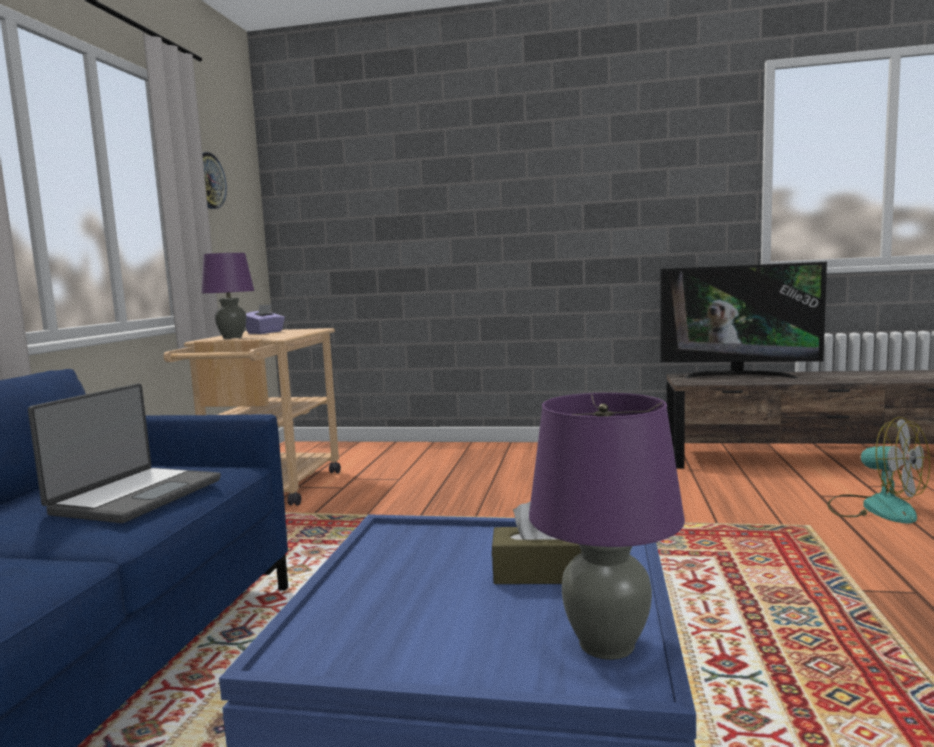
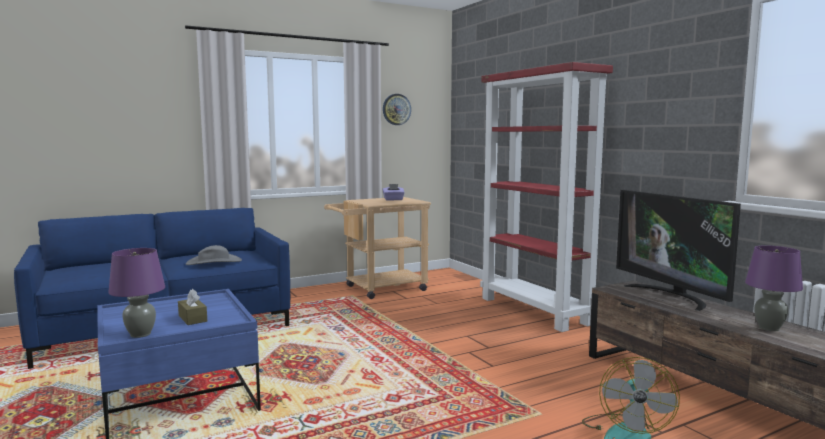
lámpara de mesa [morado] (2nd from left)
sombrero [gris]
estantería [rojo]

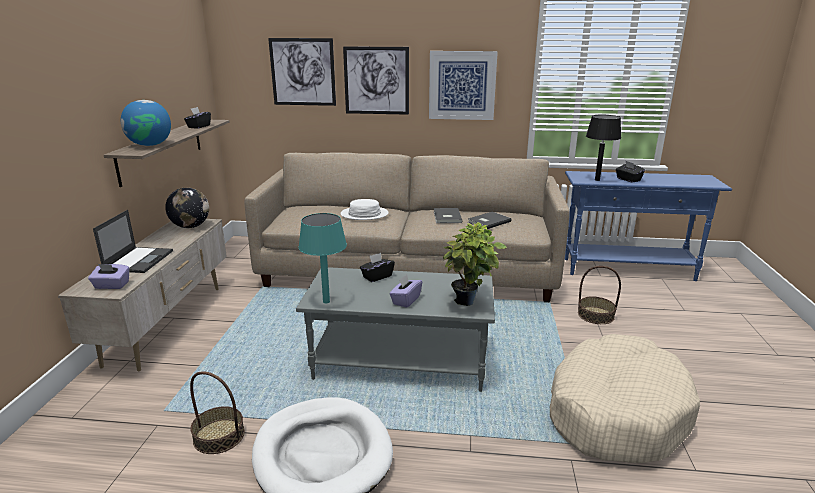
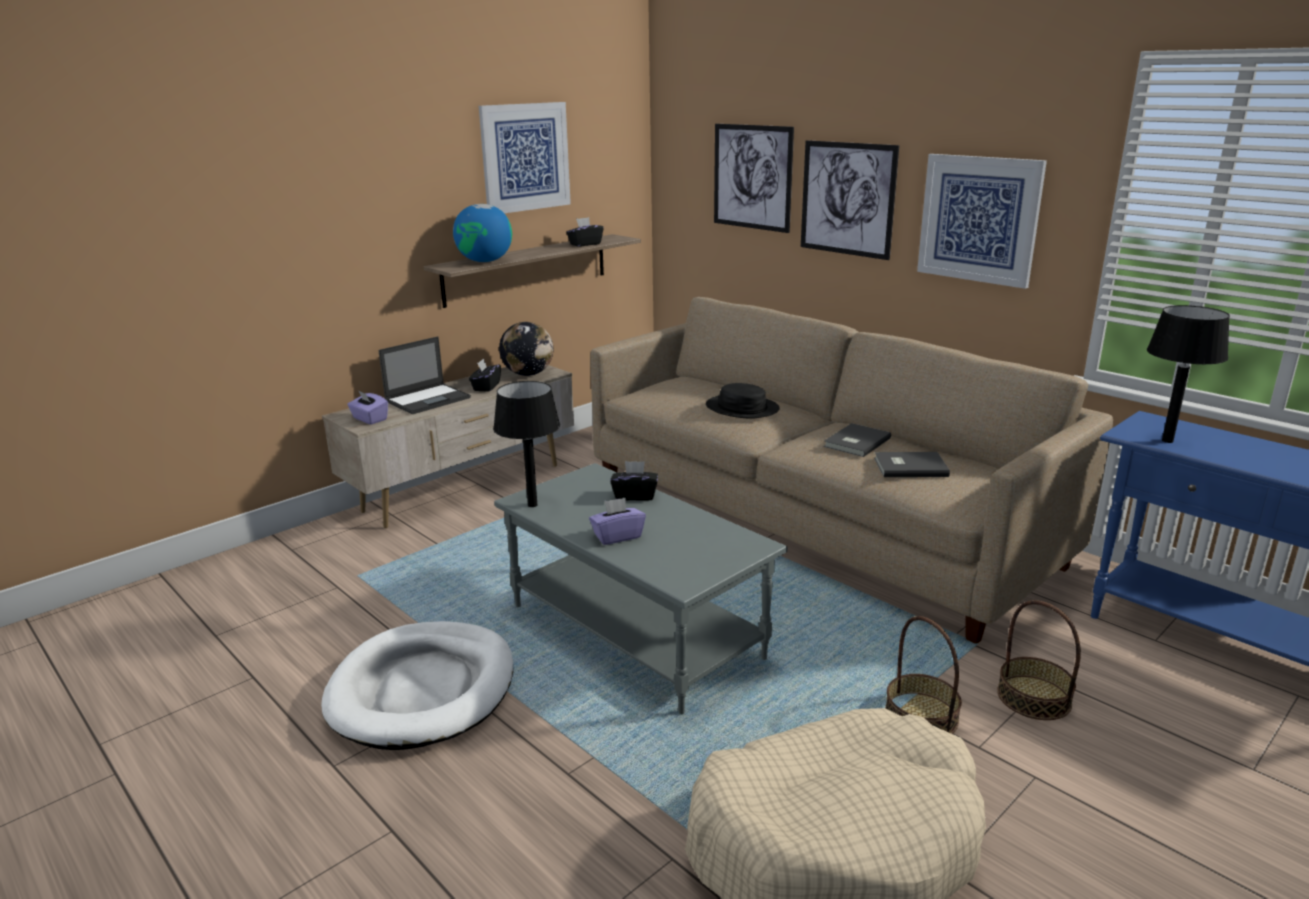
caja de pañuelos [negro] (1st from left)
sombrero [negro]
lámpara de mesa [negro] (1st from left)
planta en maceta
cesta (1st from left)
cuadro (1st from left)

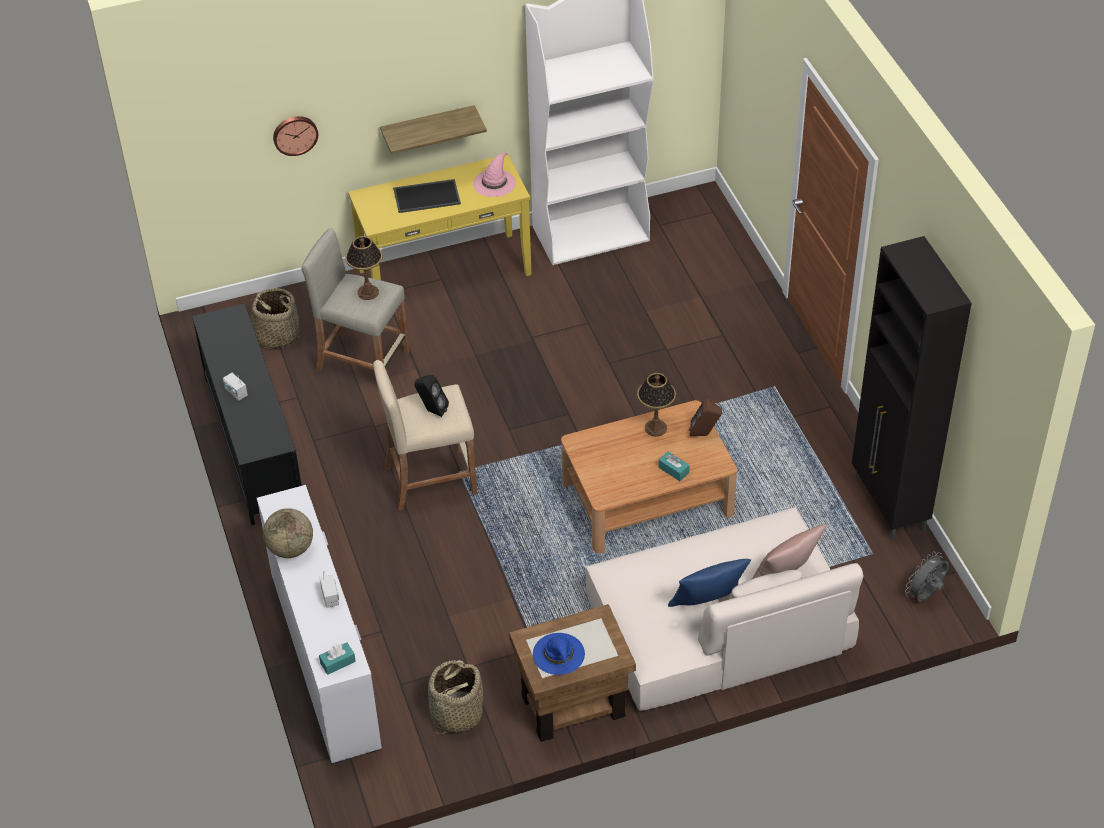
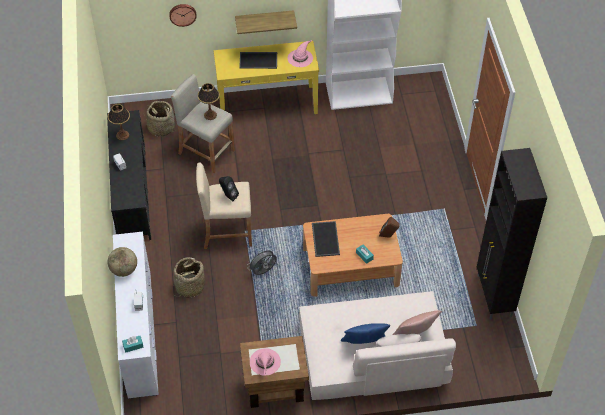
lámpara de mesa (1st from left)
ventilador [gris]
sombrero [rosa] (1st from left)
cesta (2nd from left)
bandeja (2nd from left)

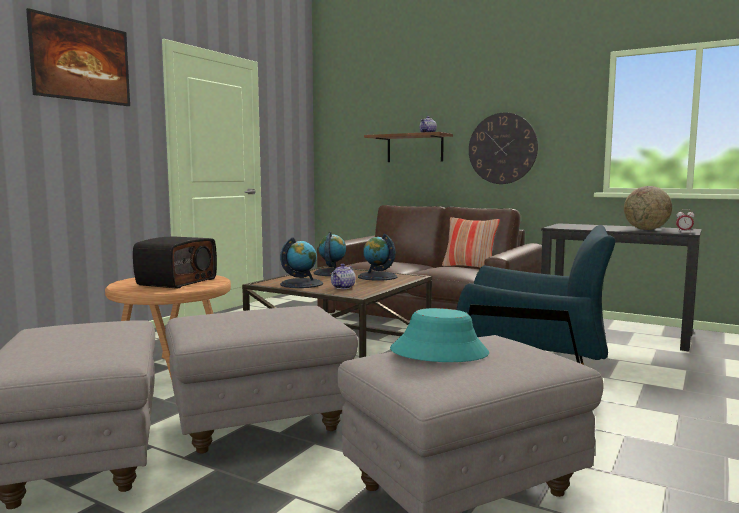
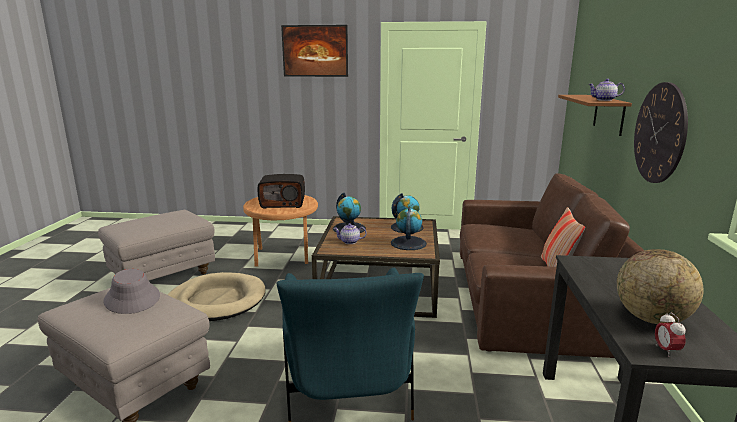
cama para perro [beis]
sombrero [gris]

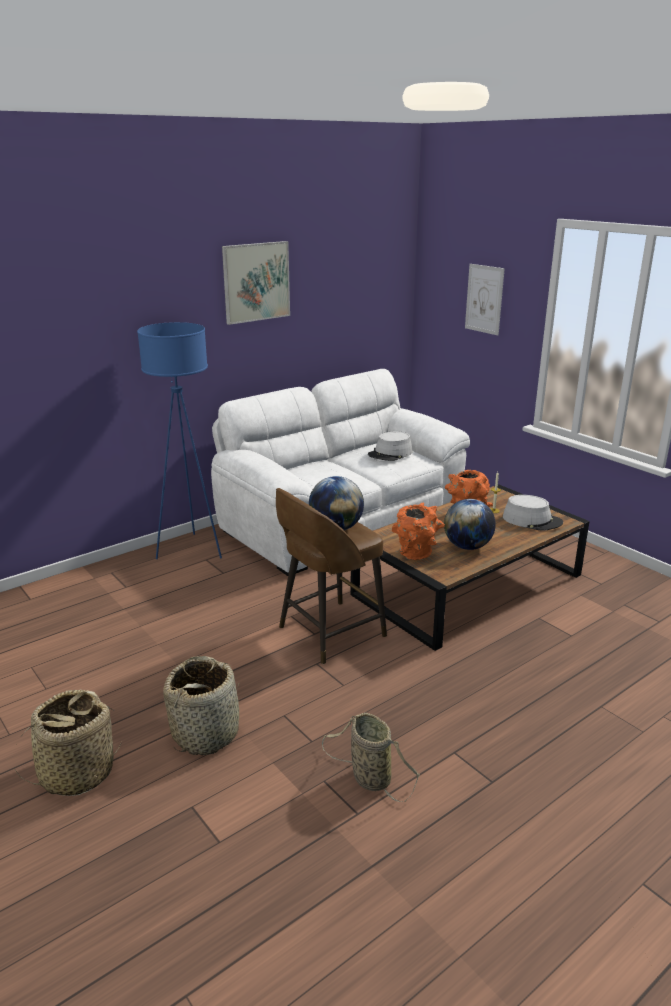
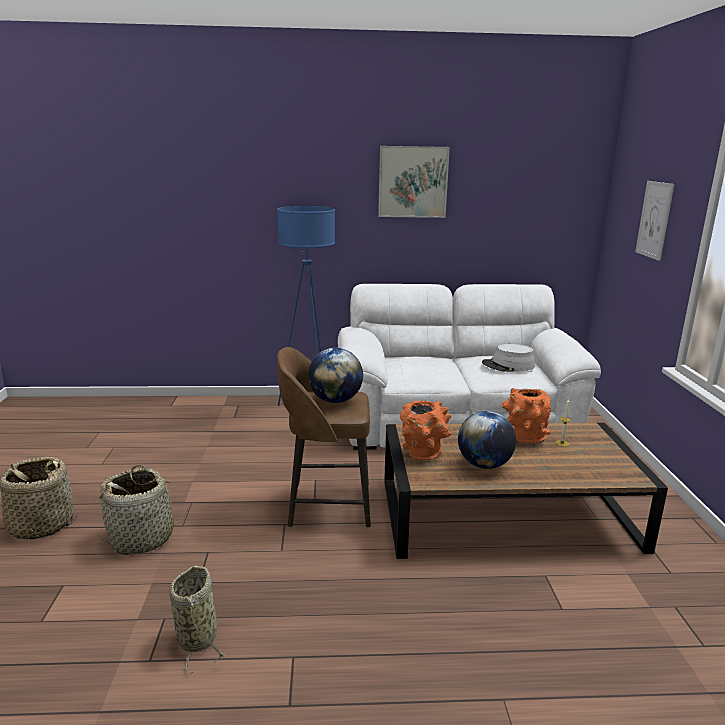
sombrero [gris] (2nd from left in the first image)

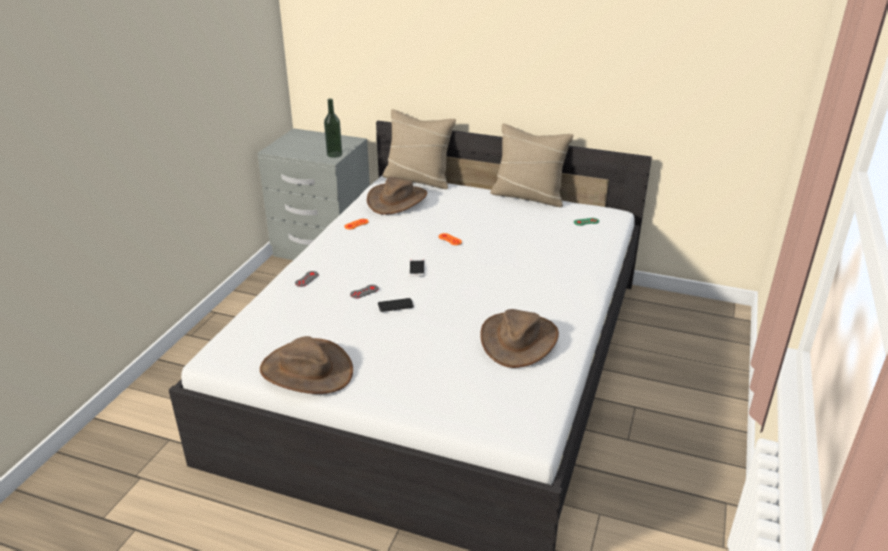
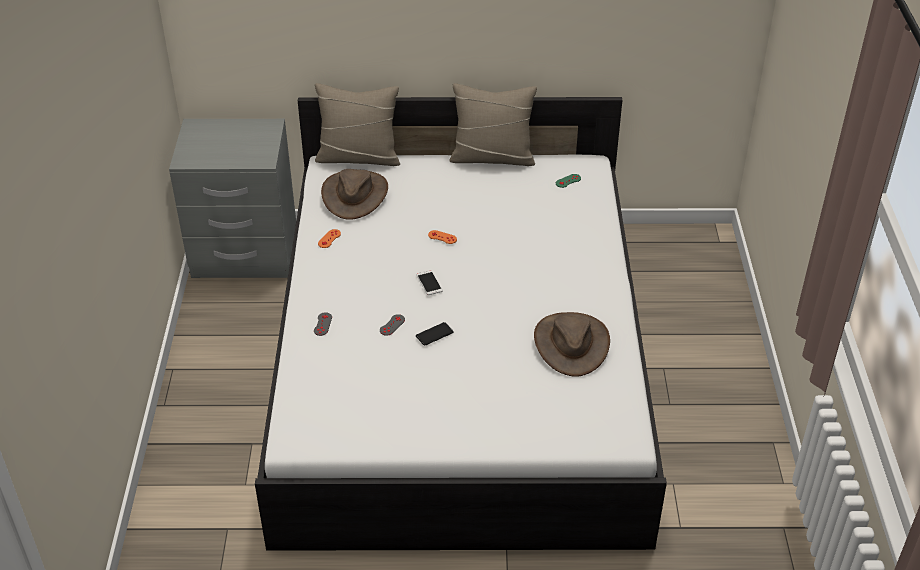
botella
sombrero [marrón] (1st from left in the first image)

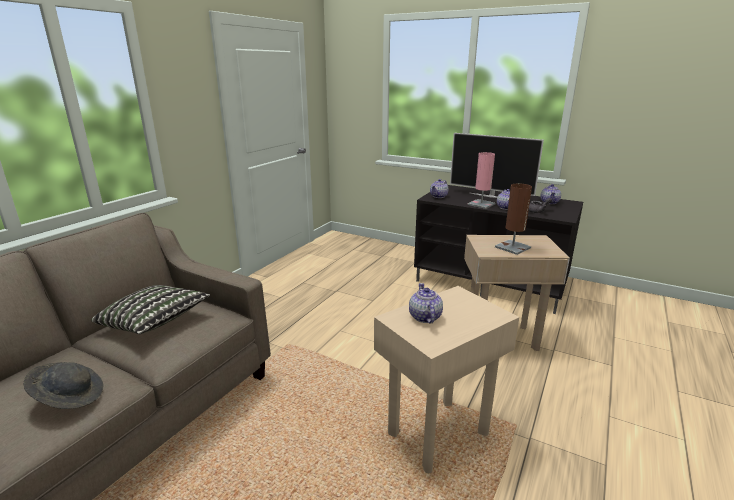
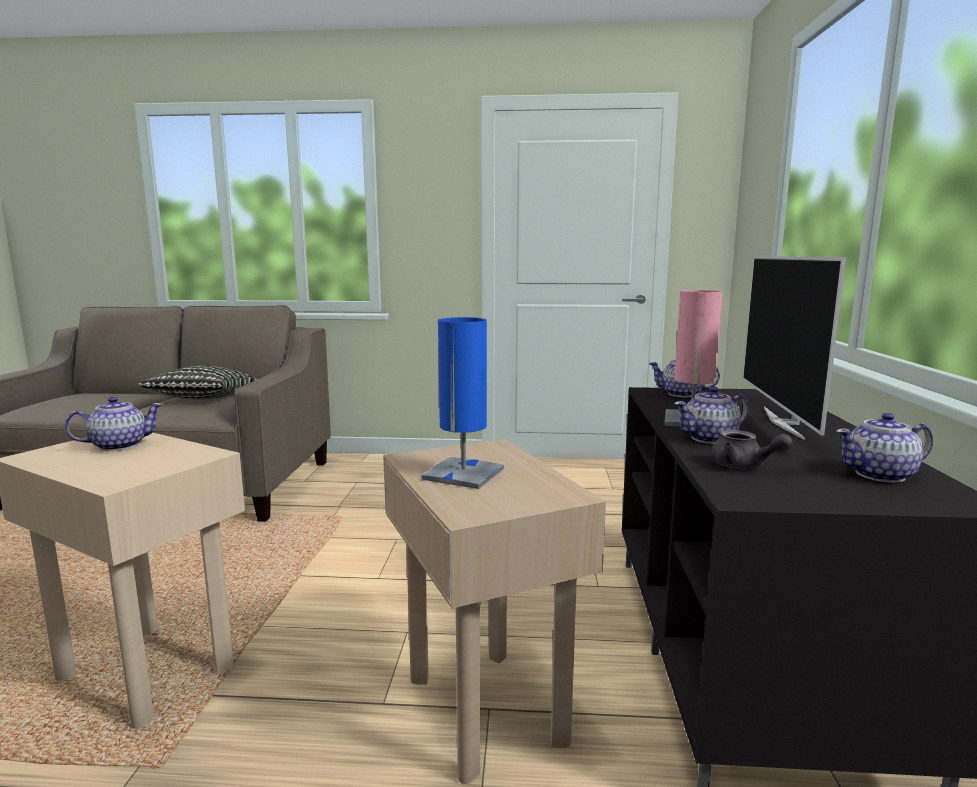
lámpara de mesa [azul]
sombrero [gris]

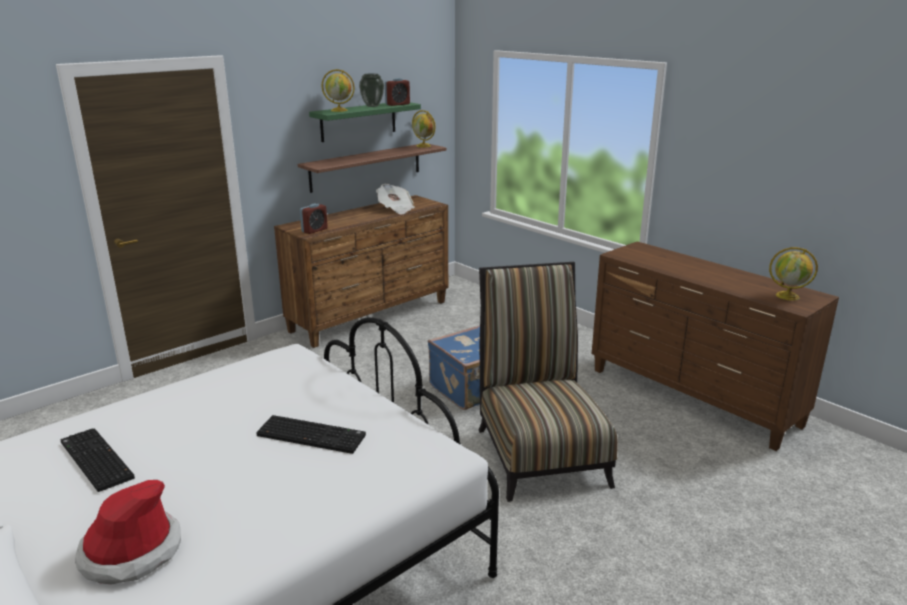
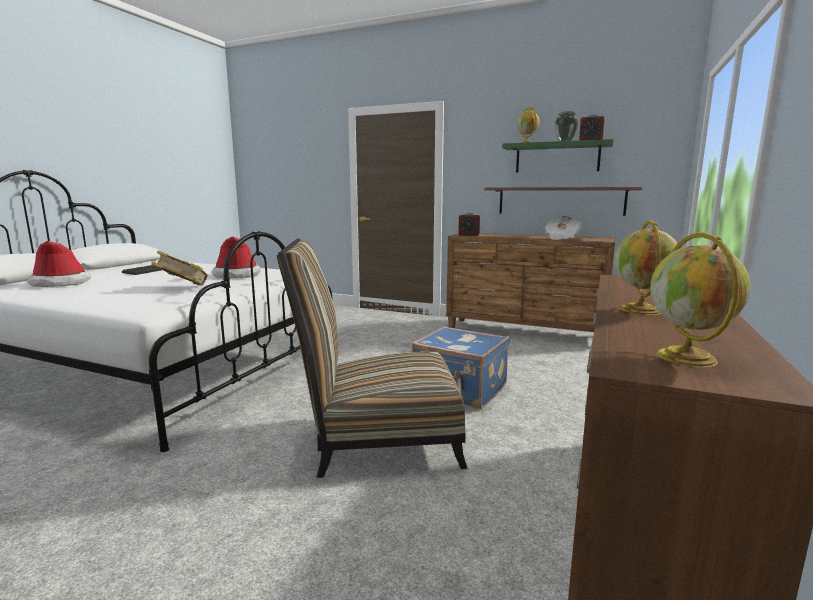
globo terráqueo (2nd from left)
silla
libro
sombrero (2nd from left)

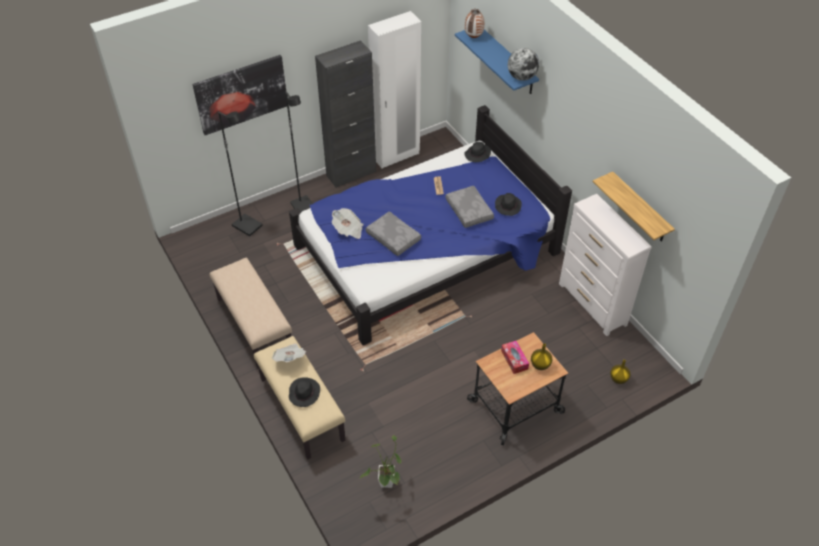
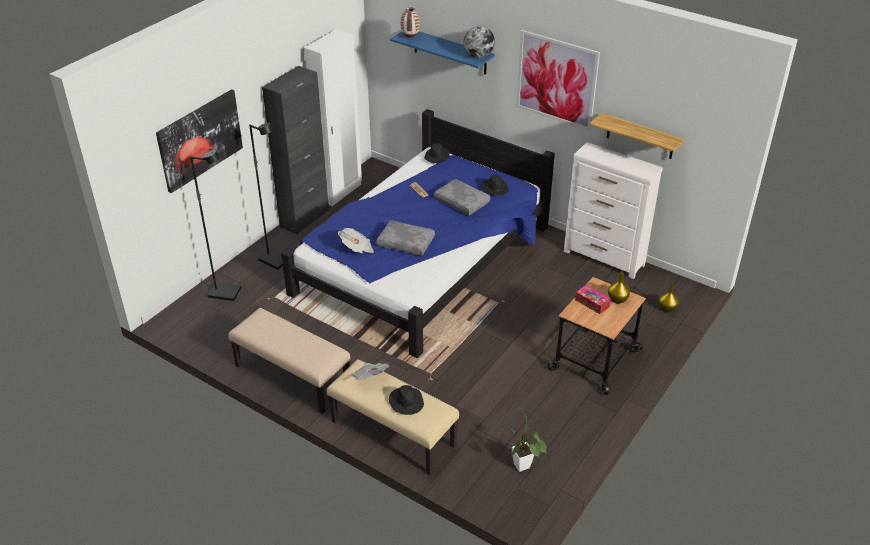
cuadro (2nd from left)

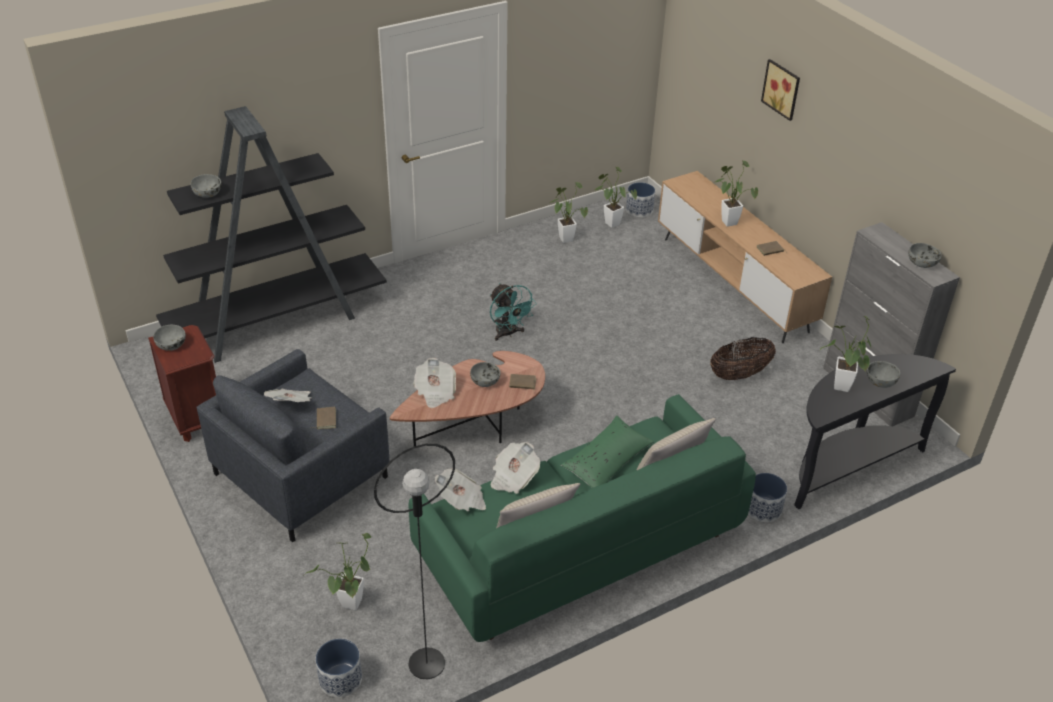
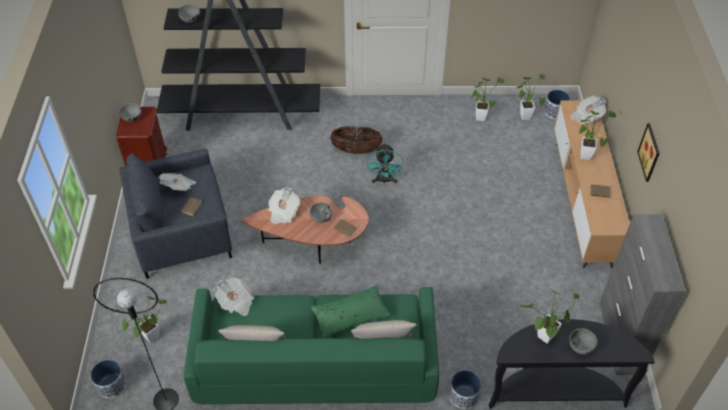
cuadro
cuenco [gris] (5th from left in the first image)
cesta
periódico (4th from left)

